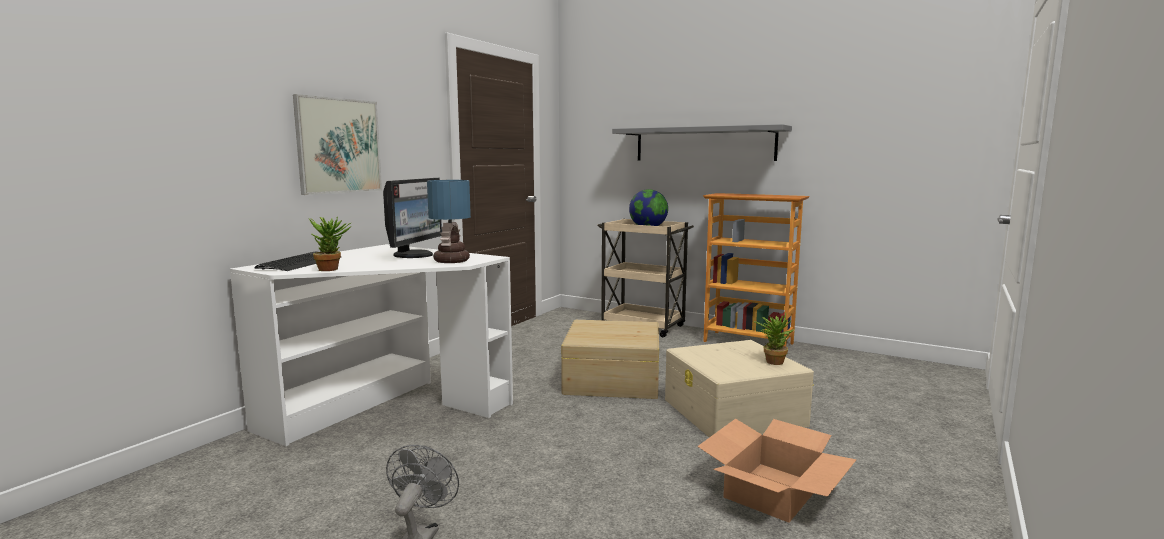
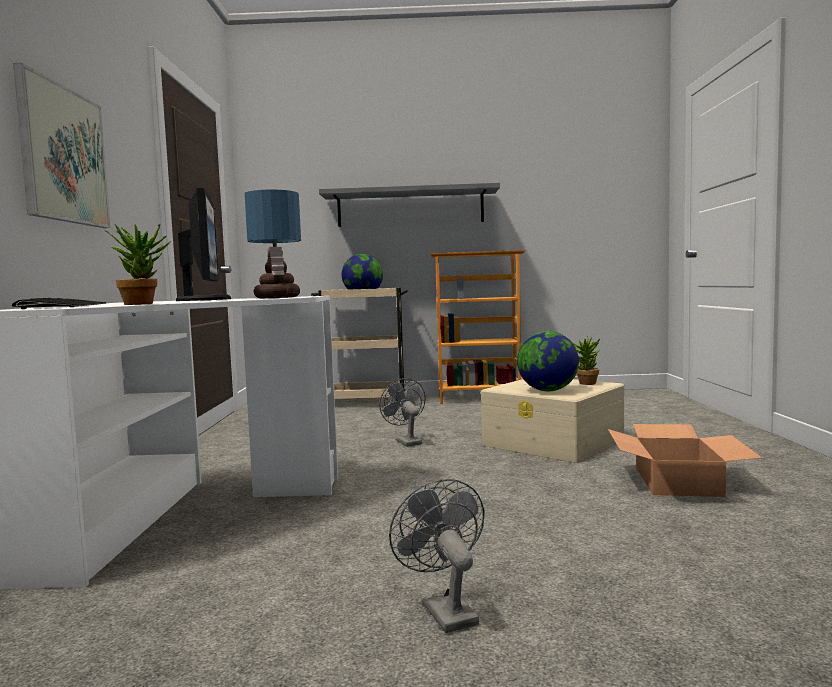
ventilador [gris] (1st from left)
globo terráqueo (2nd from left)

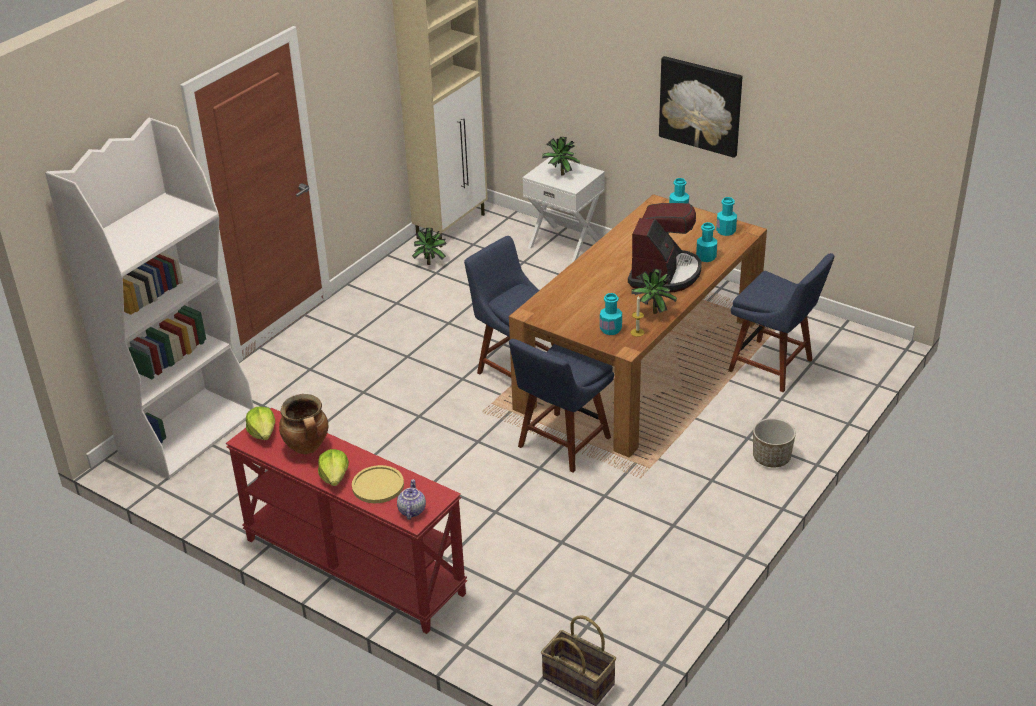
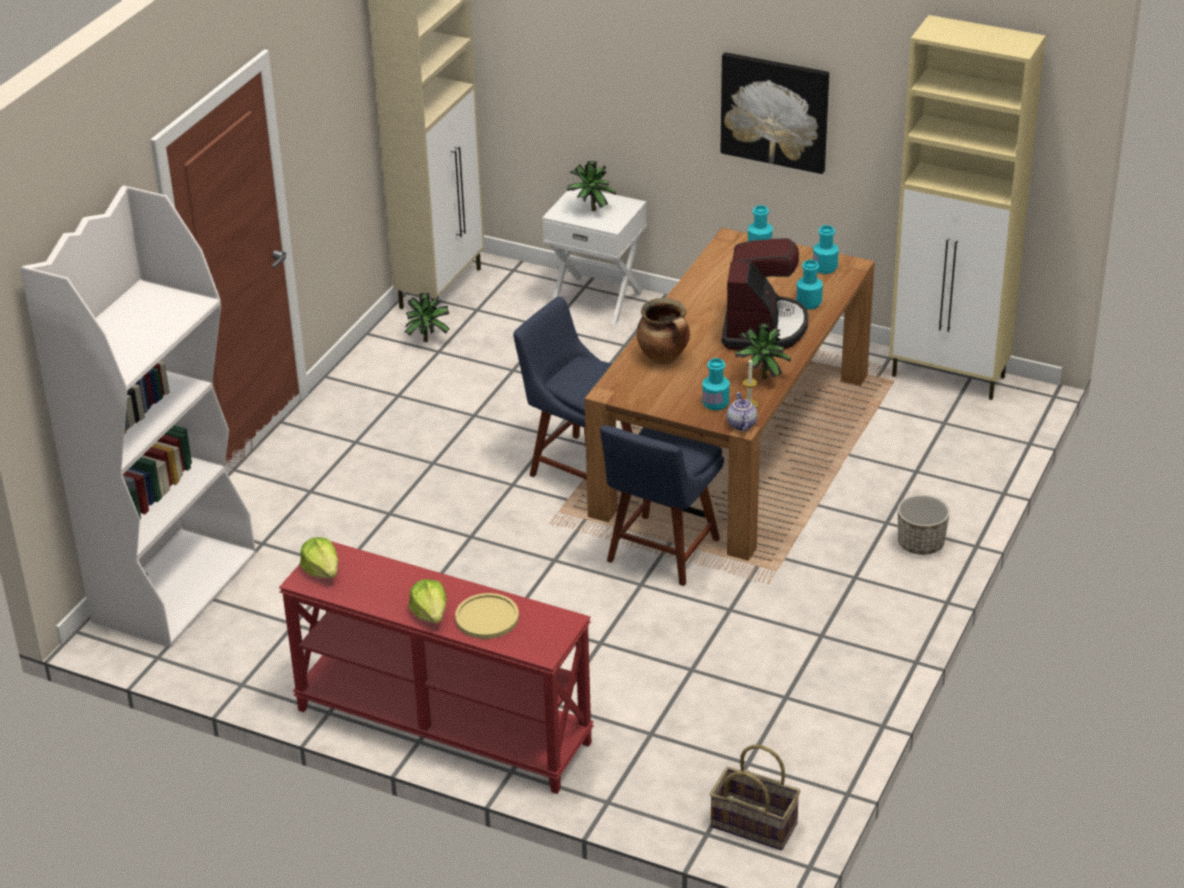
silla [azul] (3rd from left in the first image)
olla
tetera
armario [beis] (2nd from left)

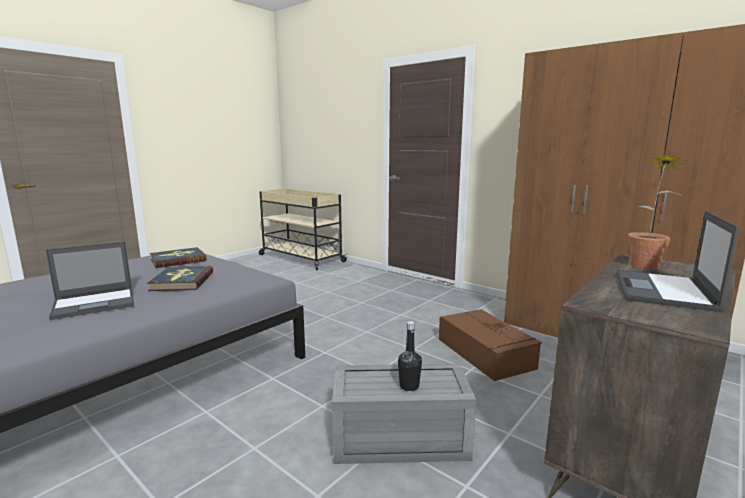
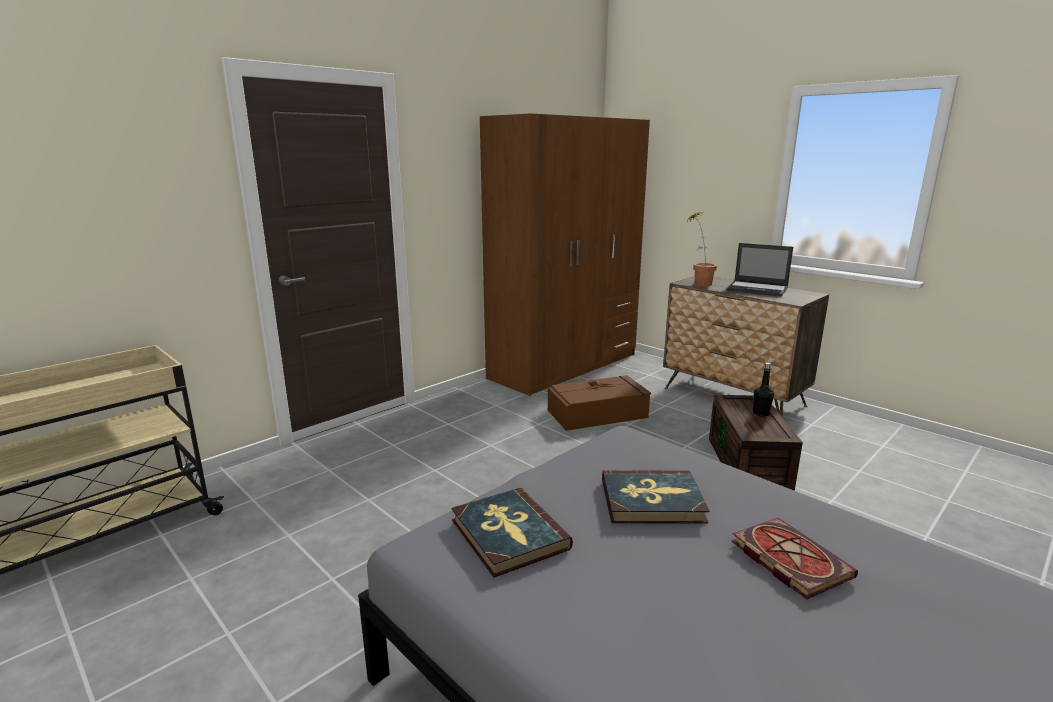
libro (3rd from left)
caja de almacenaje [marrón] (2nd from left)

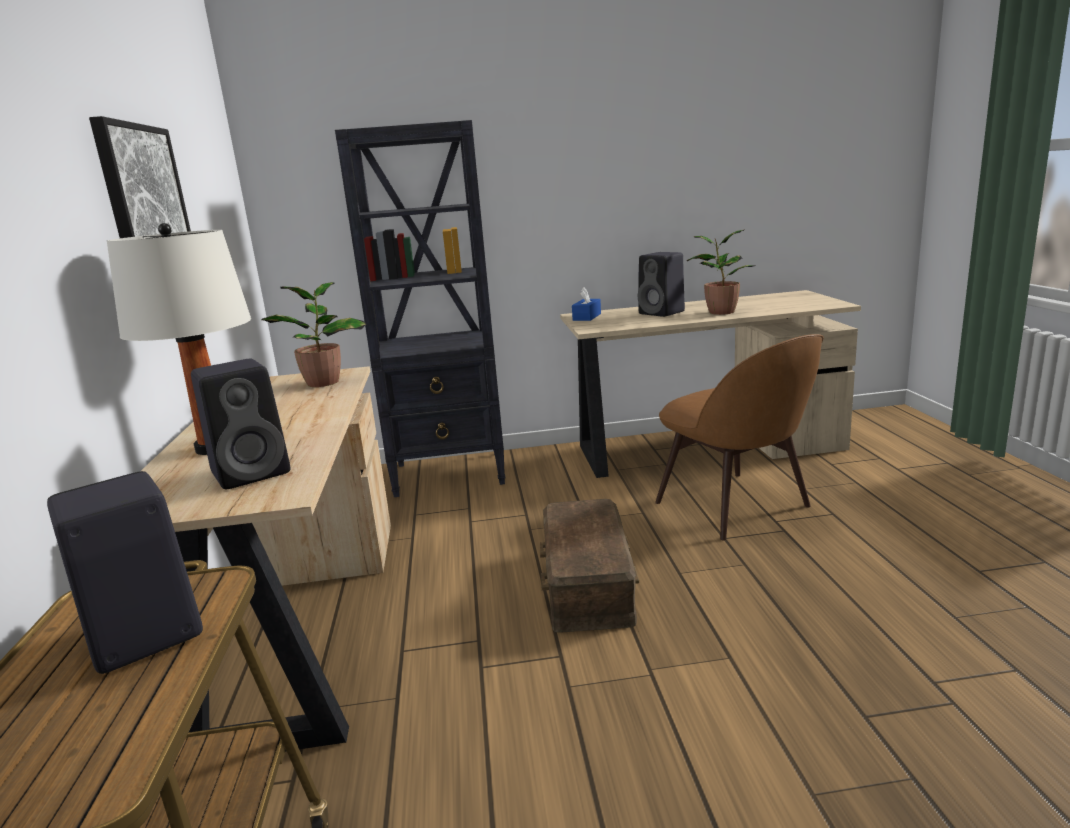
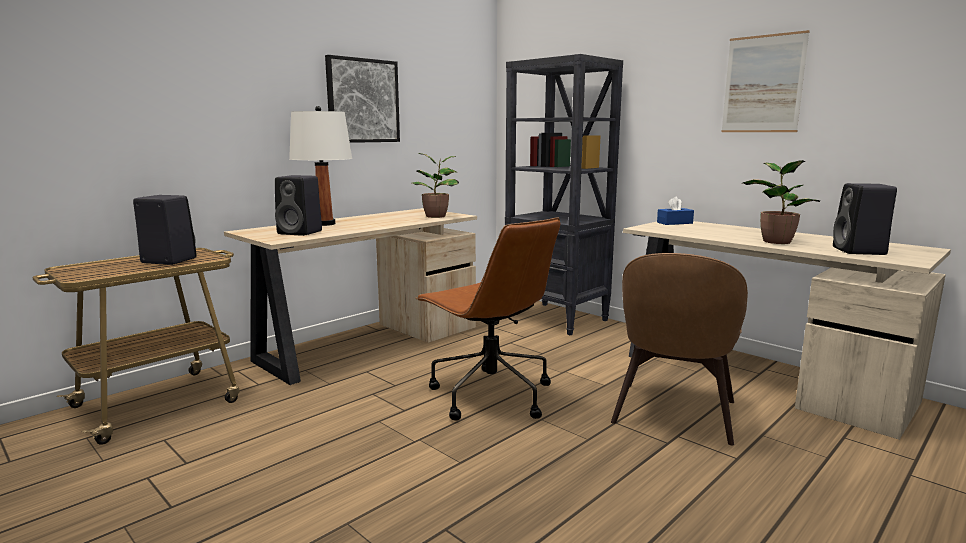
altavoz [negro] (3rd from left)
silla de oficina [marrón]
cuadro (2nd from left)

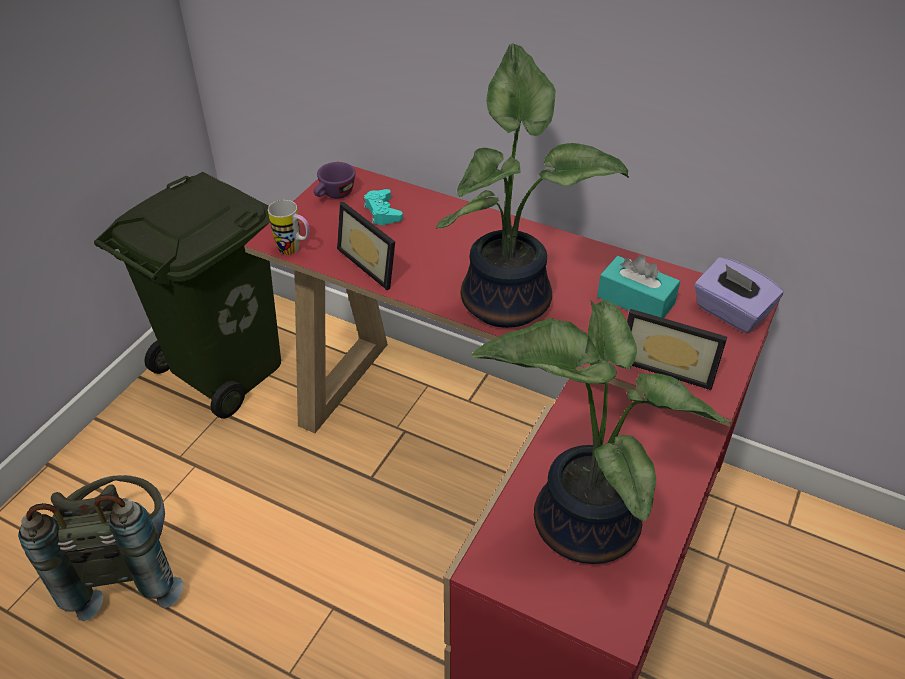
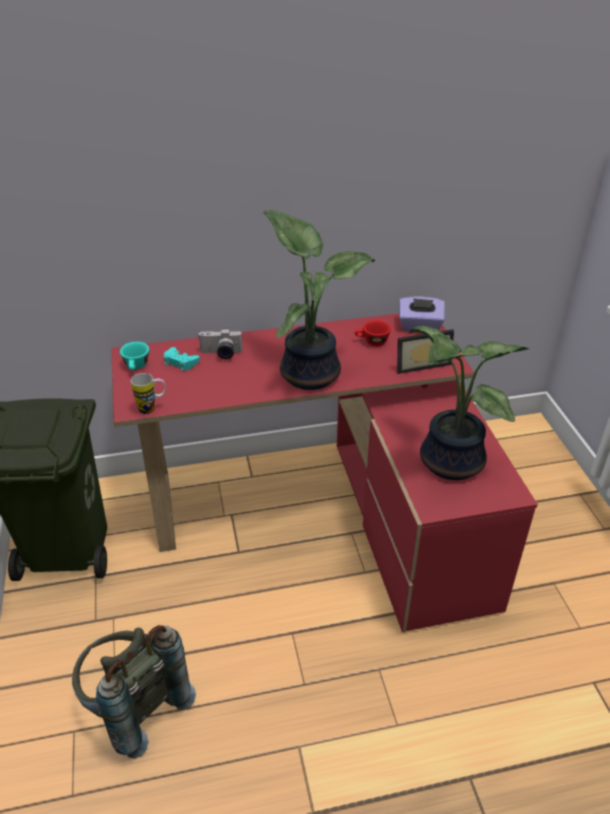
taza [turquesa]
portarretratos (1st from left in the first image)
taza [rojo]
cámara

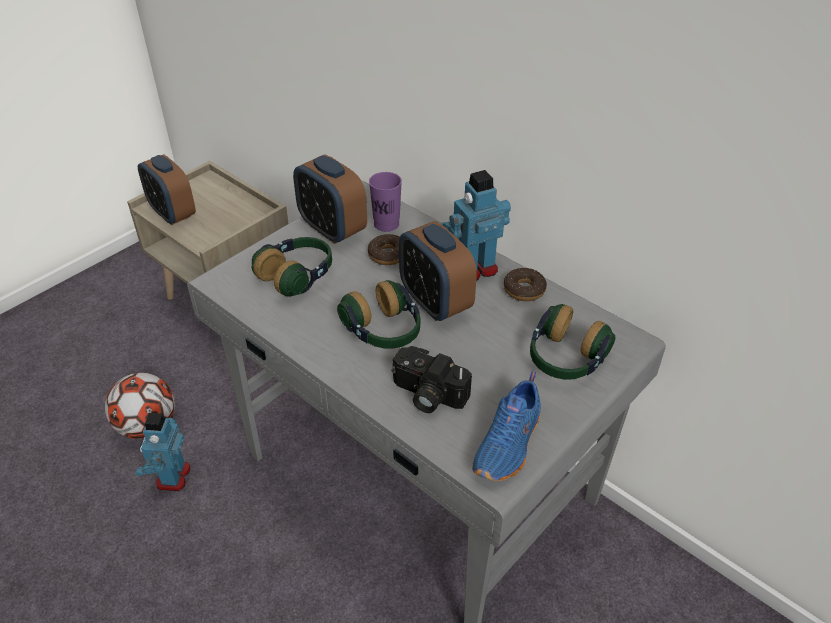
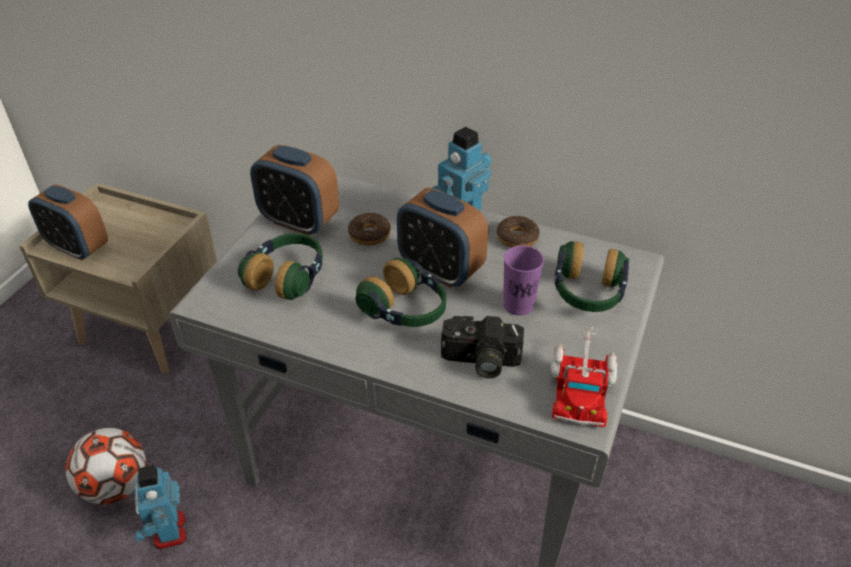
taza [morado]
camión de juguete

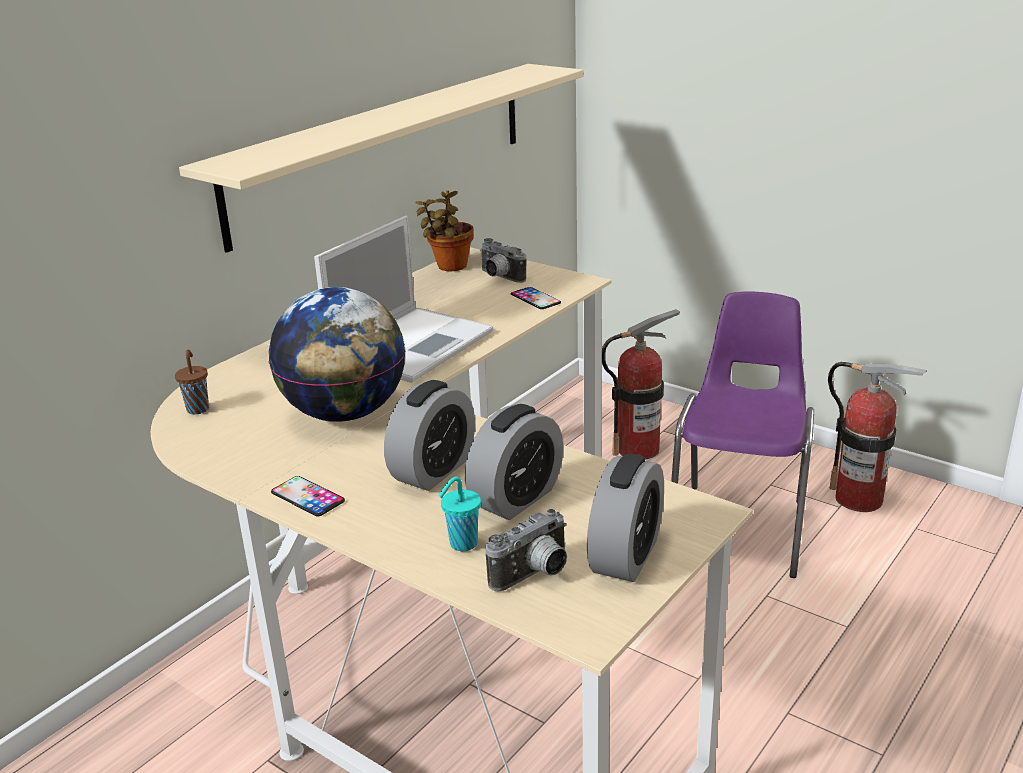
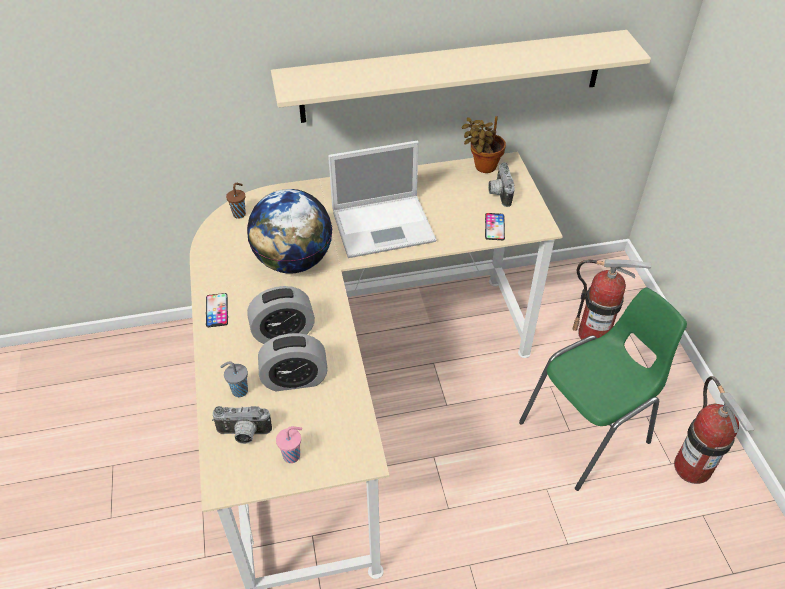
silla [verde]
taza [rosa]
taza [gris]

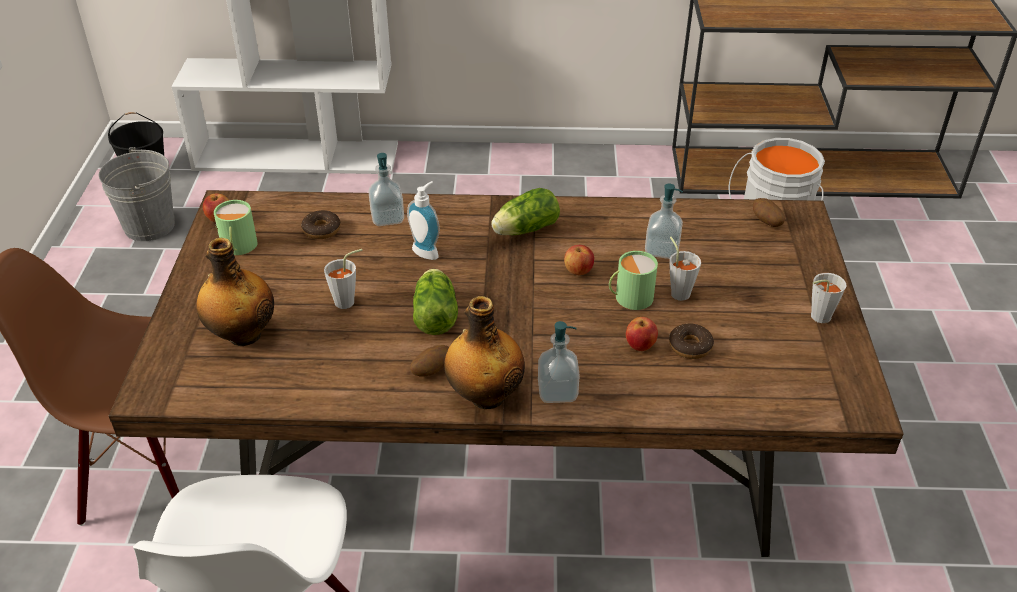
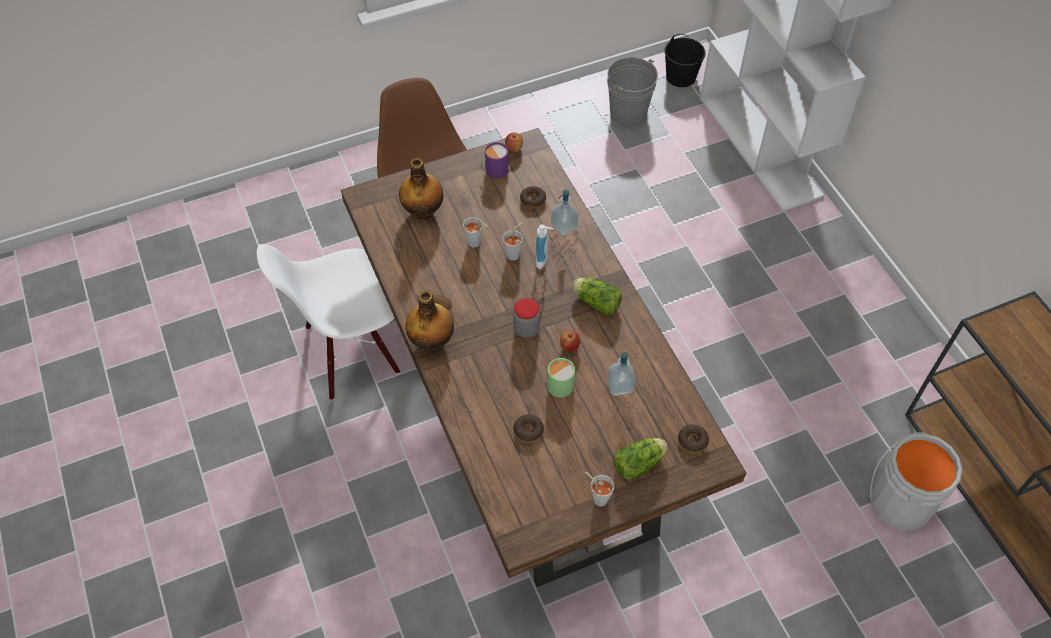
rosquilla (3rd from left)
taza grande [morado]
taza [gris] (2nd from left)
lechuga (2nd from left)
manzana (3rd from left in the first image)
dispensador de jabón (3rd from left in the first image)
tarro

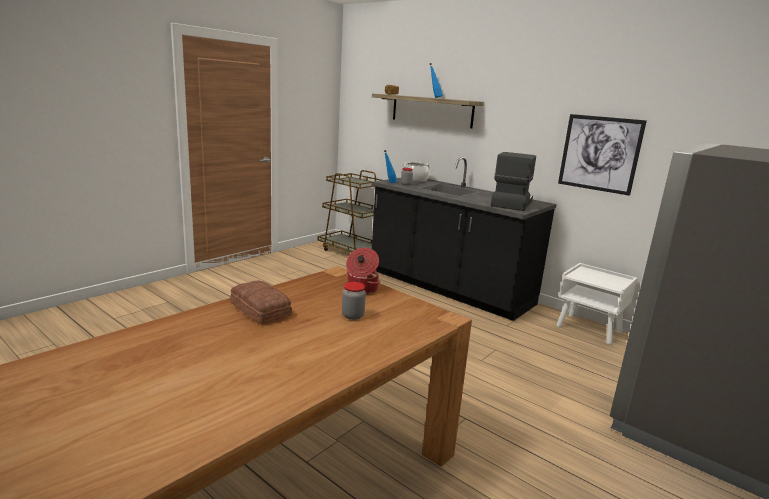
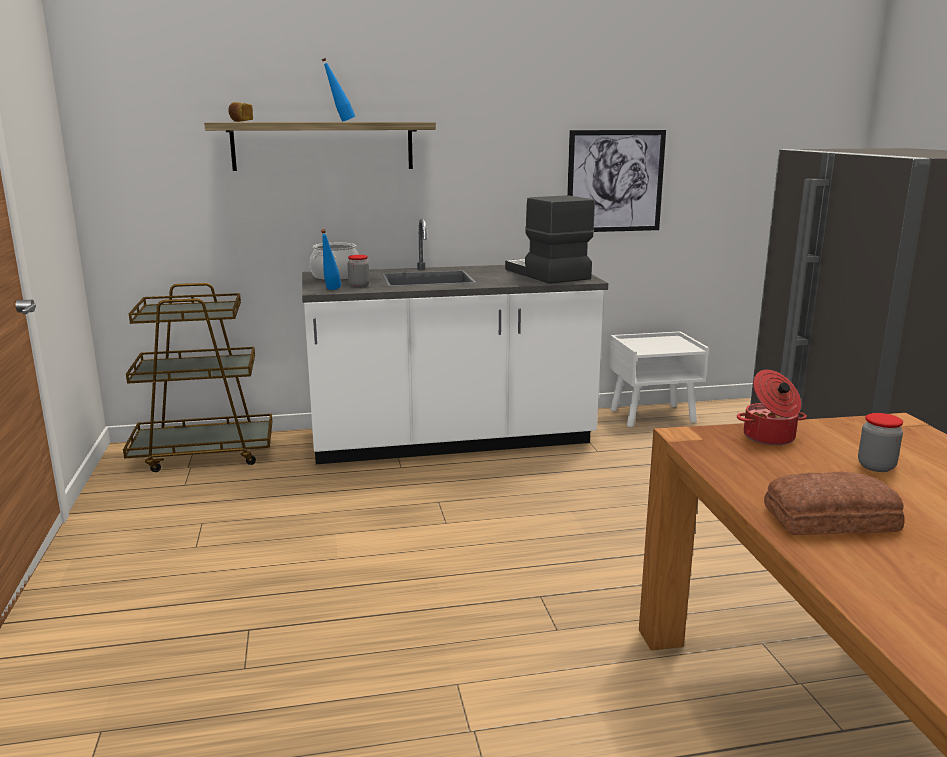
mueble bajo de cocina [blanco]

